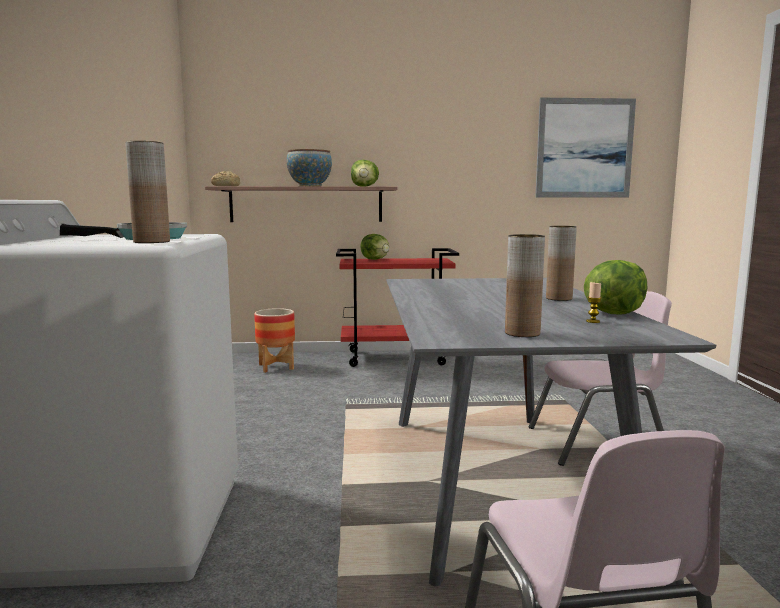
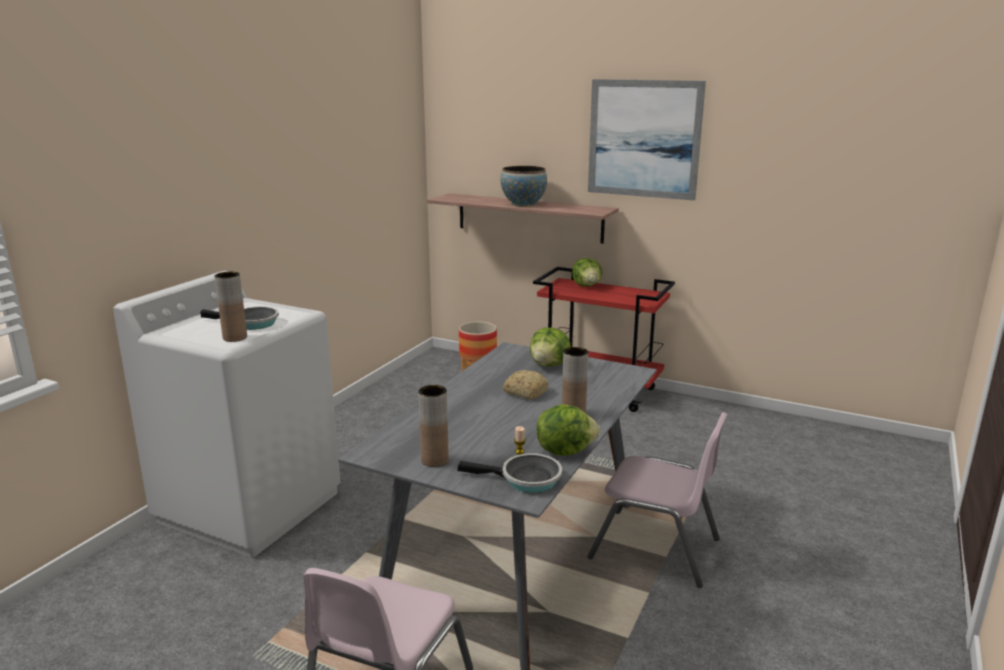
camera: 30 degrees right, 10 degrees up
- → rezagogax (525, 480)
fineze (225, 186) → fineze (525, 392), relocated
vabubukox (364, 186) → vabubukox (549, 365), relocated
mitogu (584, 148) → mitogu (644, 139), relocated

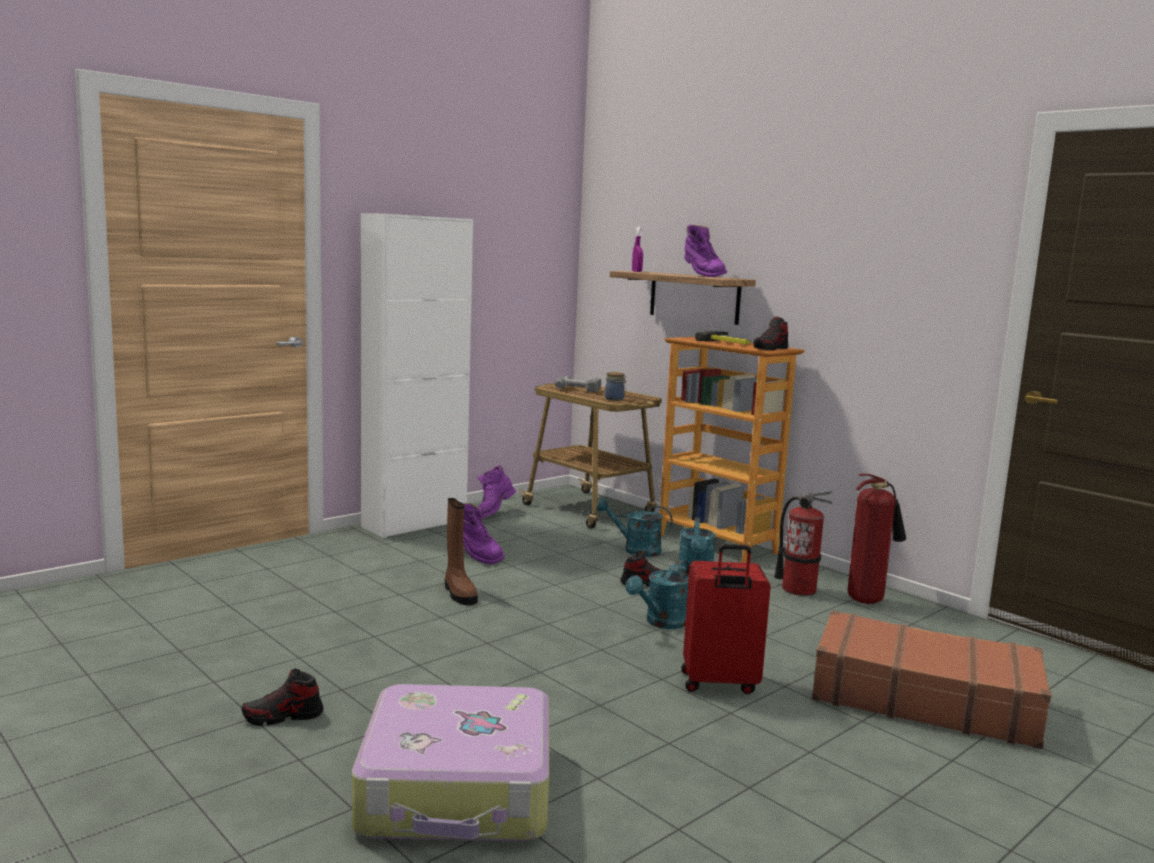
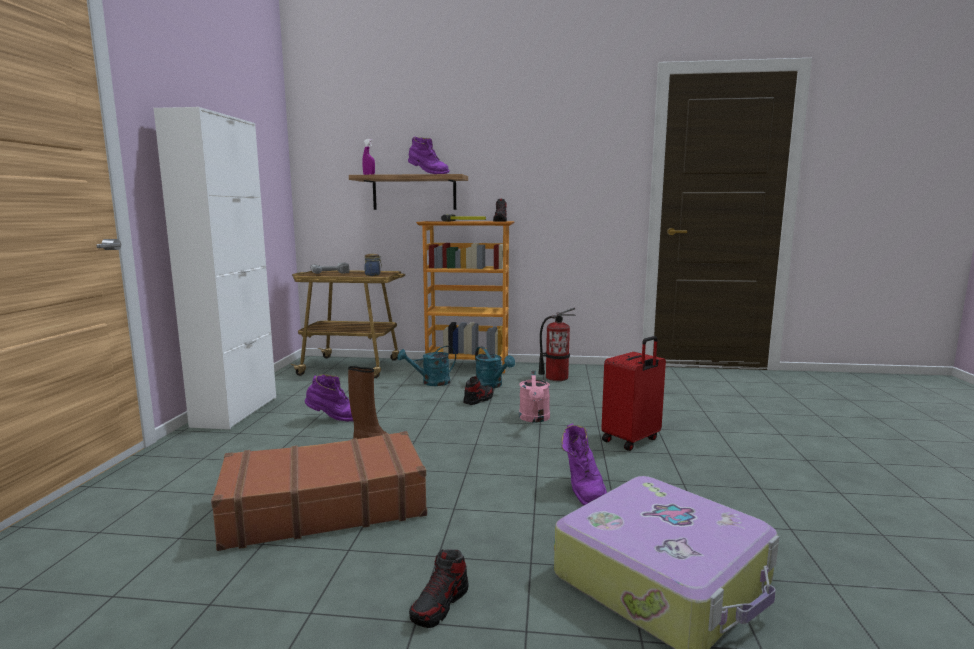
camera: 40 degrees left, 0 degrees up
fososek (868, 600) → -
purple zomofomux (493, 514) → purple zomofomux (583, 491), relocated
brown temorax (923, 699) → brown temorax (324, 506), relocated
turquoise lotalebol (662, 623) → pink lotalebol (535, 419)

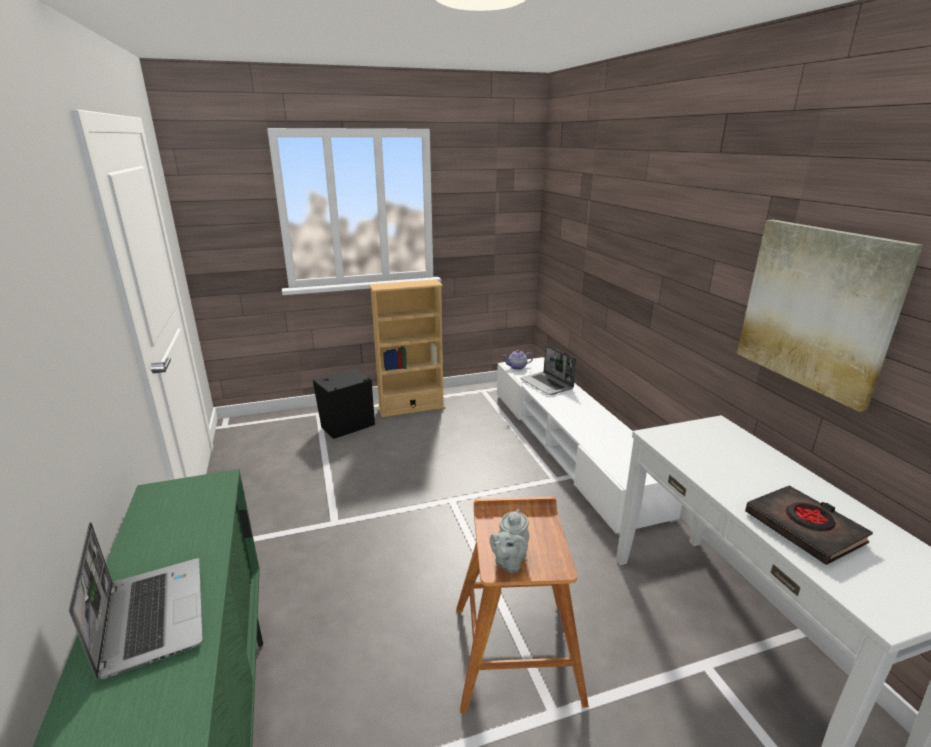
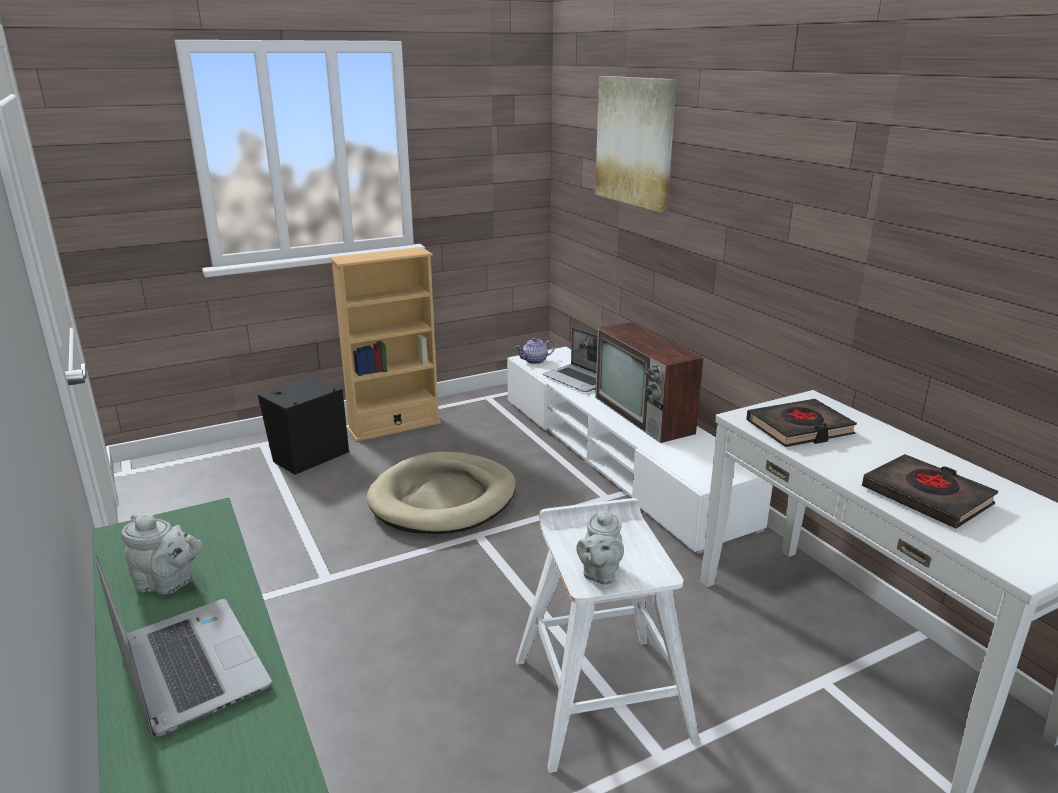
camera: 10 degrees left, 0 degrees up
- → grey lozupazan (168, 583)
- → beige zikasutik (443, 498)
- → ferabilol (645, 415)
- → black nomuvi (799, 429)
mitogu (817, 308) → mitogu (635, 141), relocated
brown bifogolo (516, 651) → white bifogolo (601, 697)

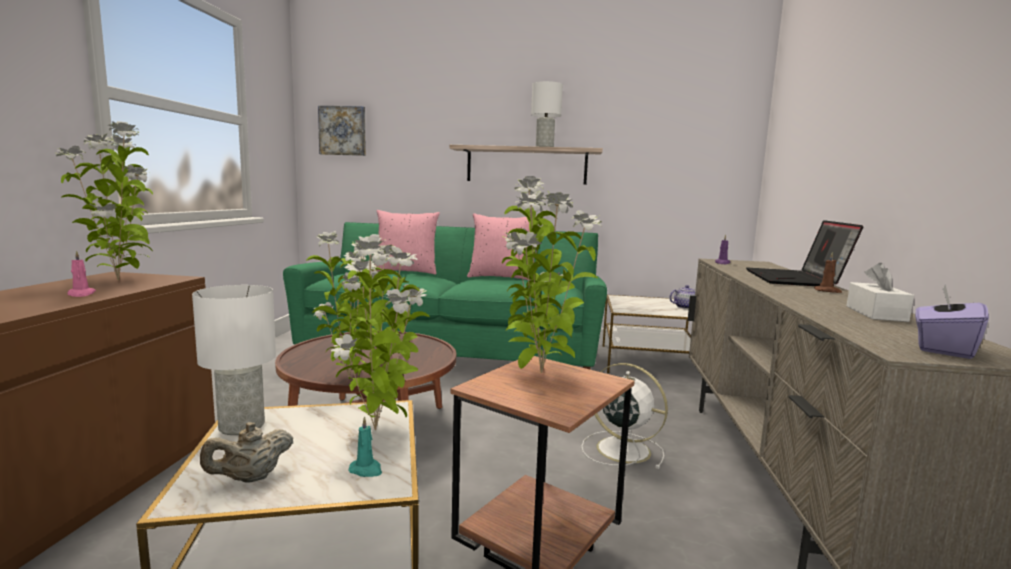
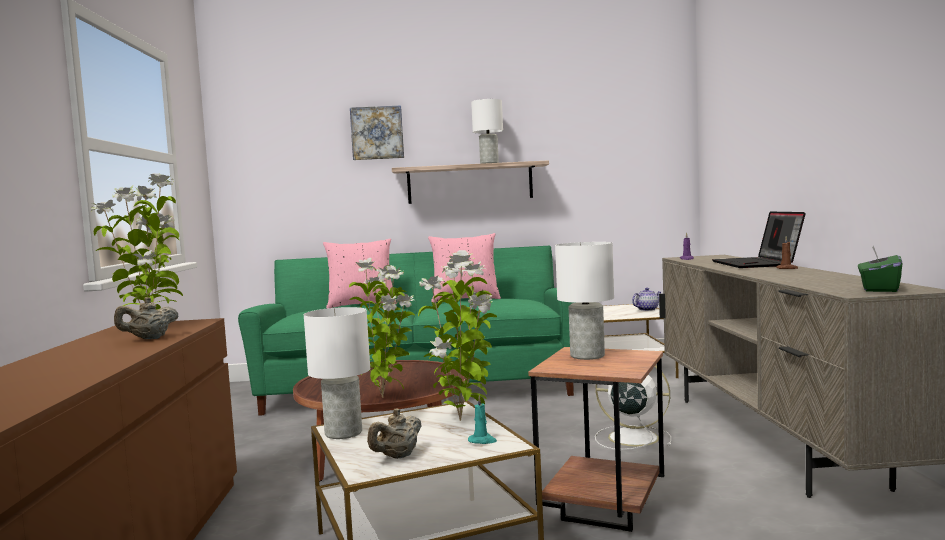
camera: 10 degrees left, 5 degrees down
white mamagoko (876, 313) → -
mitogu (343, 131) → mitogu (377, 133), relocated
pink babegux (81, 294) → beige lozupazan (149, 339)
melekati (539, 373) → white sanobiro (586, 355)
purple mamagoko (943, 348) → green mamagoko (879, 289)

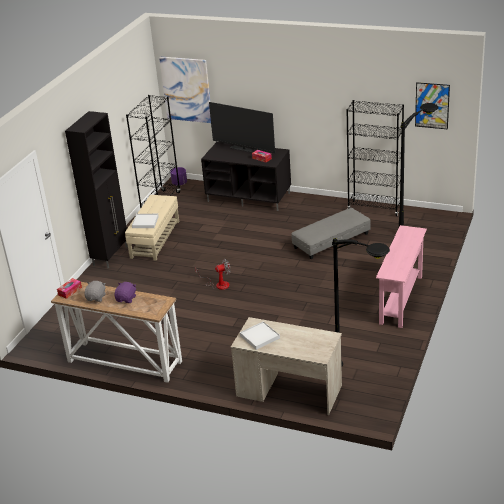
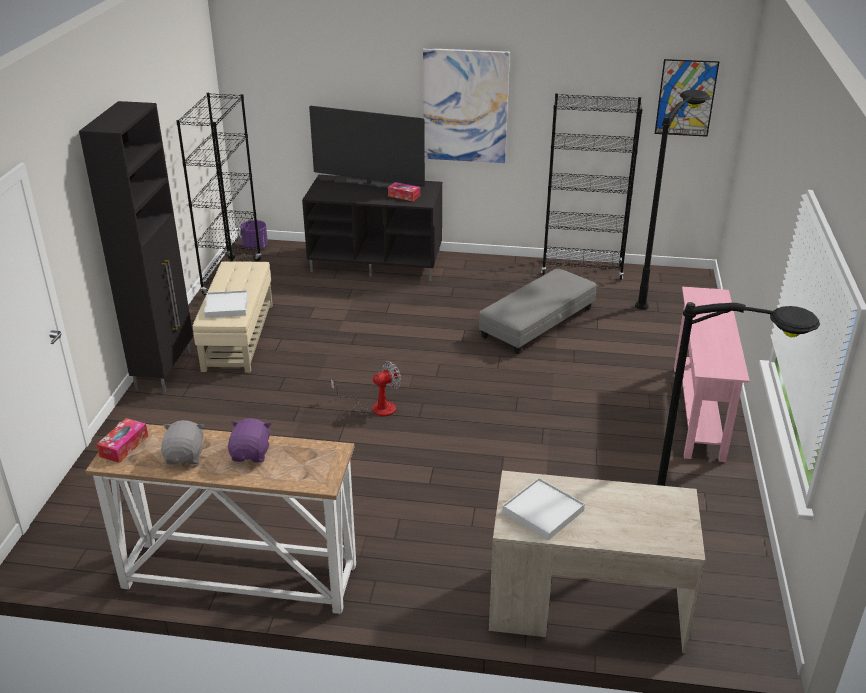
camera: 15 degrees left, 0 degrees up
mitogu (186, 89) → mitogu (465, 106), relocated

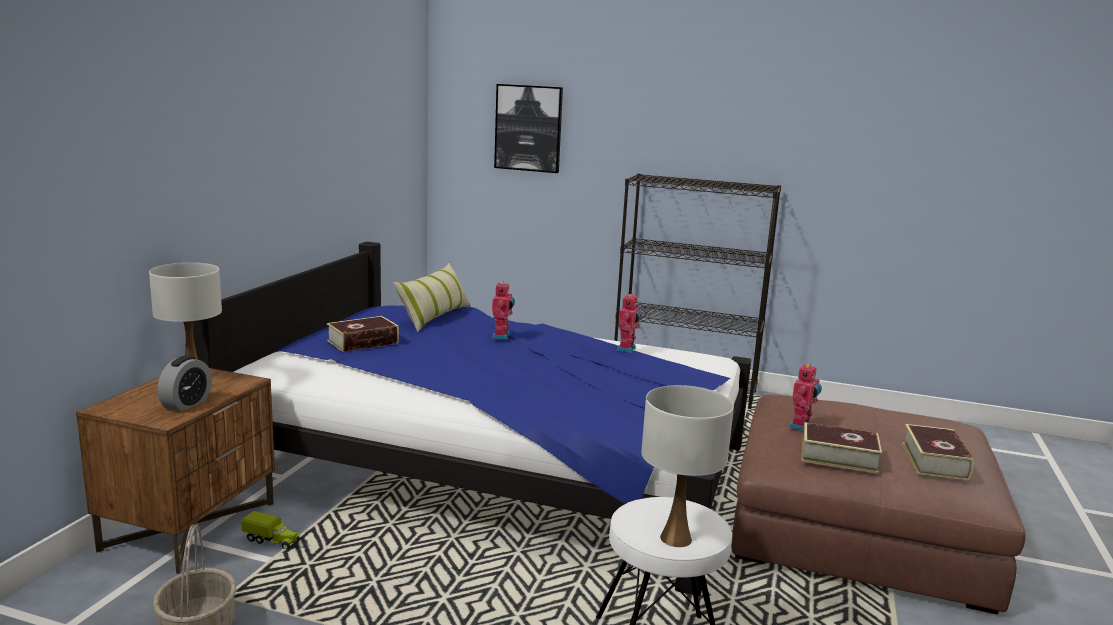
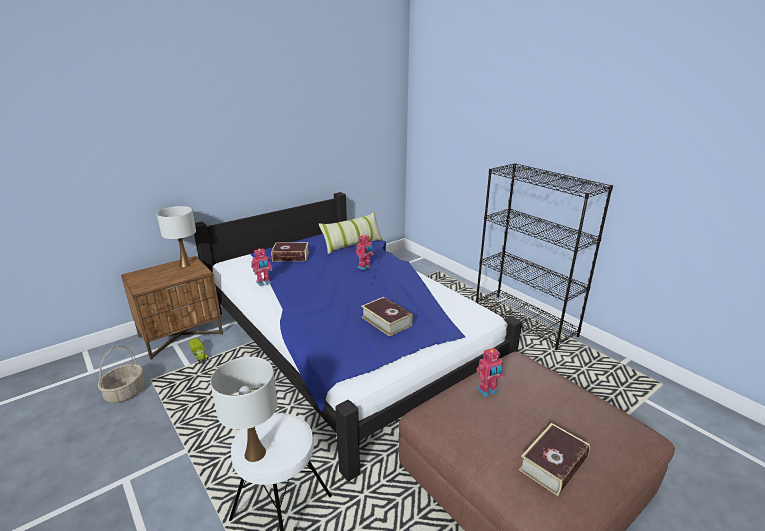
camera: 35 degrees right, 10 degrees up
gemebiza (186, 404) → -
mitogu (528, 128) → -
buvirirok (627, 349) → buvirirok (263, 283), relocated
nomuvi (838, 457) → nomuvi (386, 321), relocated

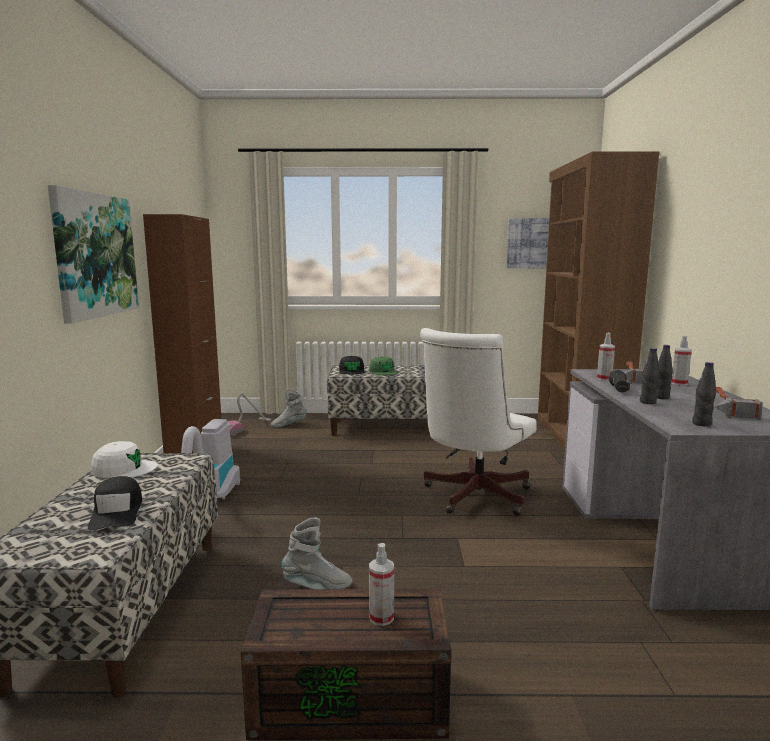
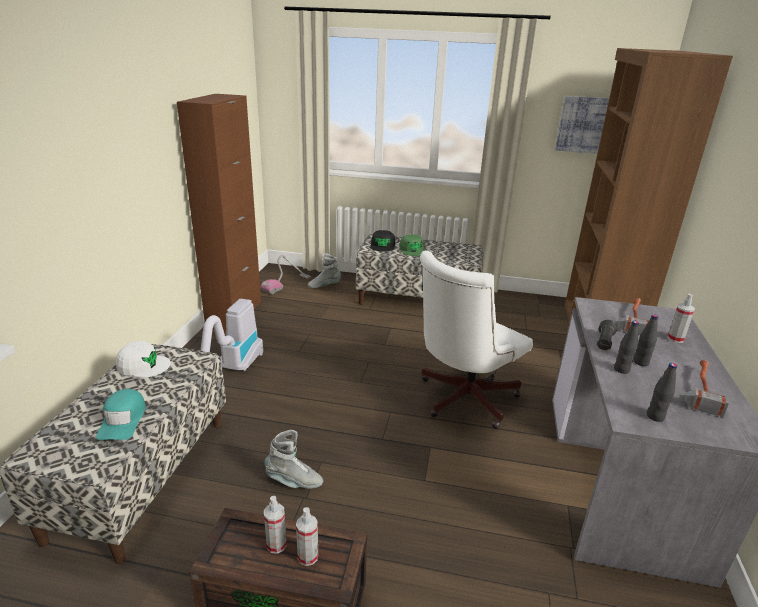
camera: 10 degrees right, 15 degrees up
mitogu (95, 255) → -
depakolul (604, 379) → depakolul (276, 545), relocated
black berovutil (117, 512) → turquoise berovutil (123, 420)

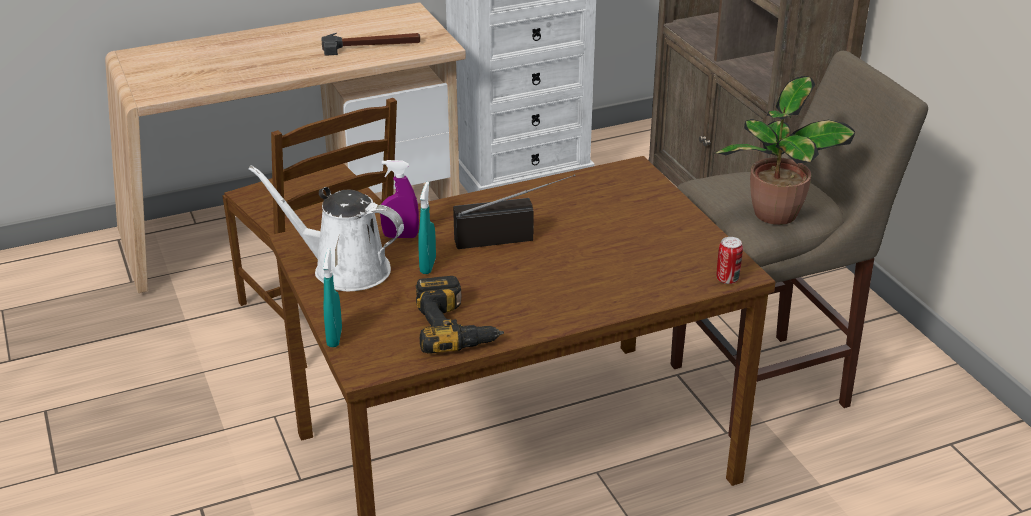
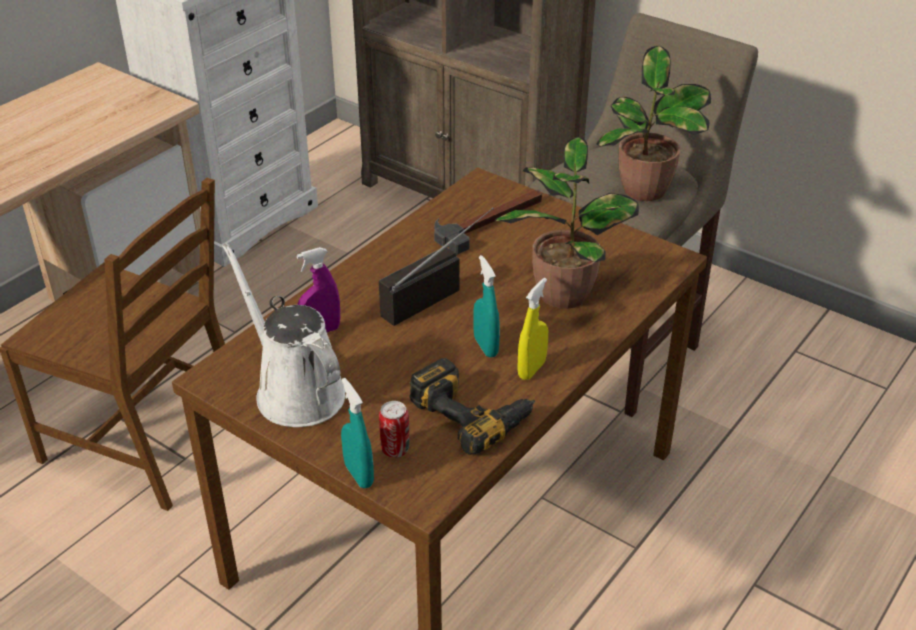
camera: 30 degrees left, 5 degrees up
- → melekati (563, 291)
- → yellow depakolul (531, 369)
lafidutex (371, 45) → lafidutex (489, 222), relocated
turquoise depakolul (428, 266) → turquoise depakolul (485, 347), relocated
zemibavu (727, 279) → zemibavu (395, 449), relocated
white lotalebol (344, 269) → white lotalebol (295, 390), 60 degrees clockwise

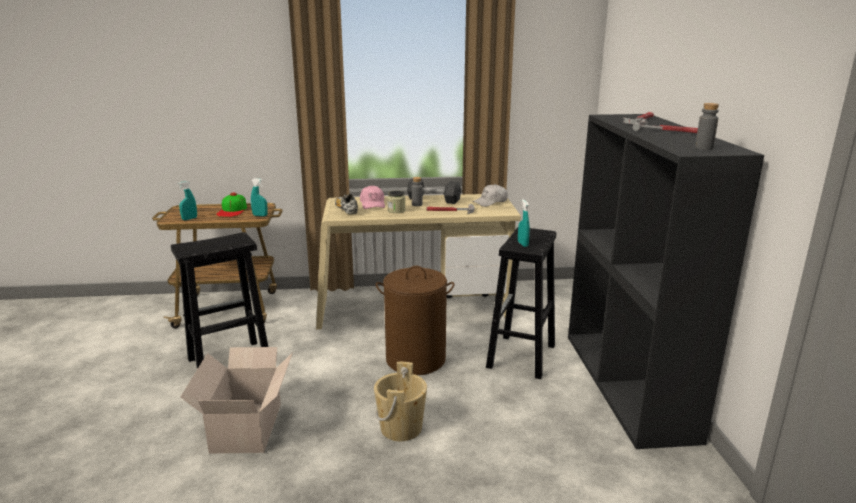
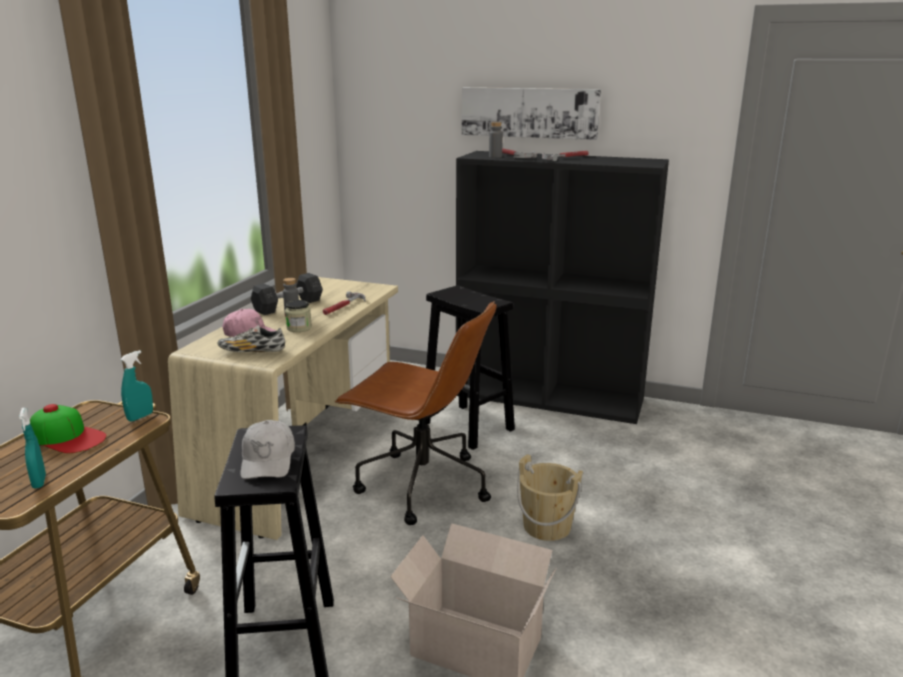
camera: 65 degrees left, 0 degrees up
turquoise depakolul (522, 244) → -
- → mitogu (529, 112)
white berovutil (490, 202) → white berovutil (268, 460), relocated
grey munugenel (704, 148) → grey munugenel (495, 157), relocated
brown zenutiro (415, 359) → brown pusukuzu (420, 485)

